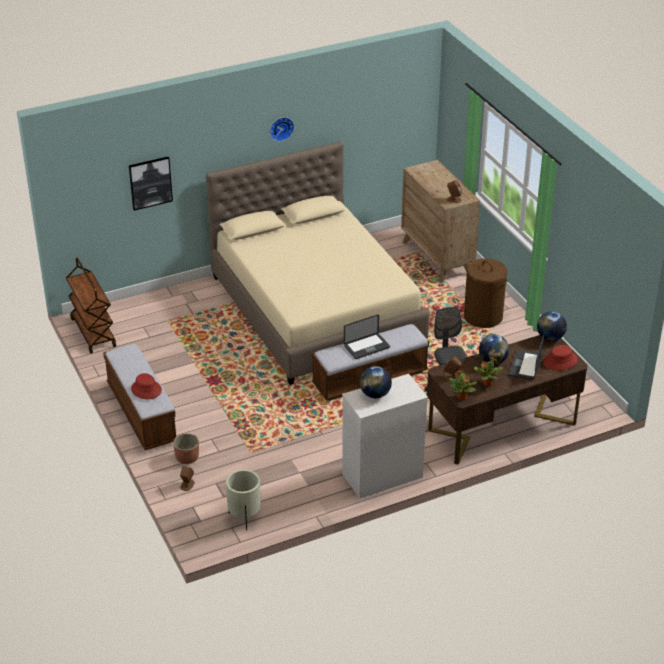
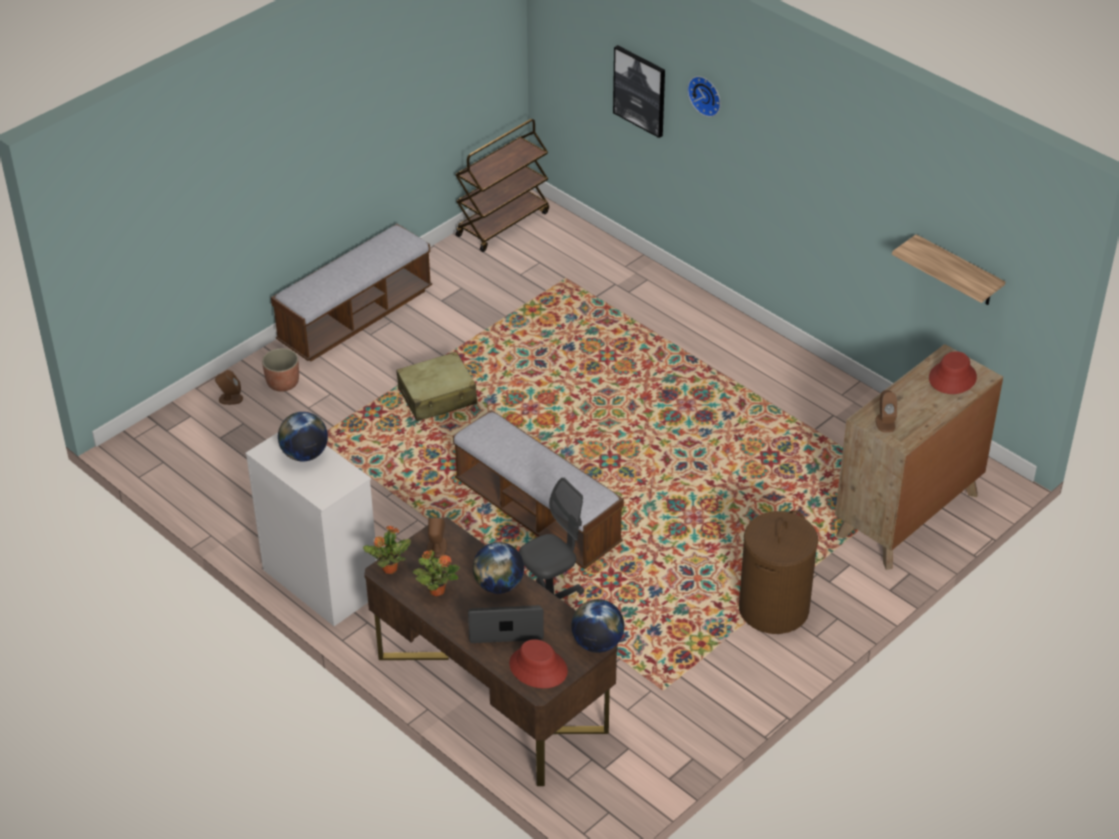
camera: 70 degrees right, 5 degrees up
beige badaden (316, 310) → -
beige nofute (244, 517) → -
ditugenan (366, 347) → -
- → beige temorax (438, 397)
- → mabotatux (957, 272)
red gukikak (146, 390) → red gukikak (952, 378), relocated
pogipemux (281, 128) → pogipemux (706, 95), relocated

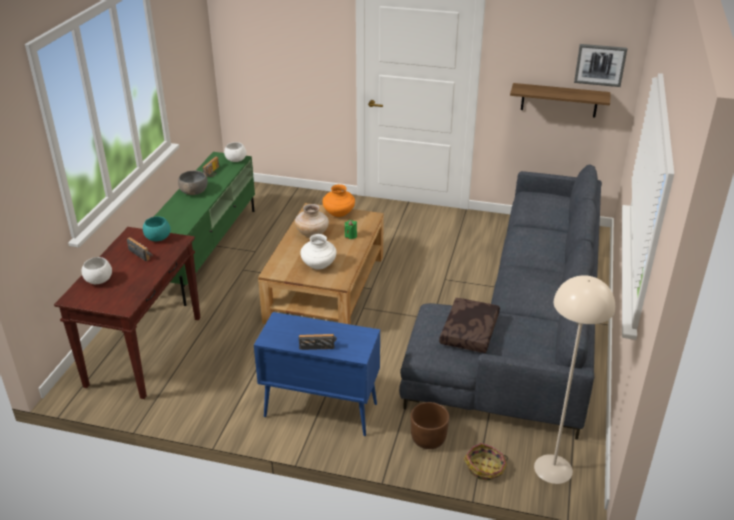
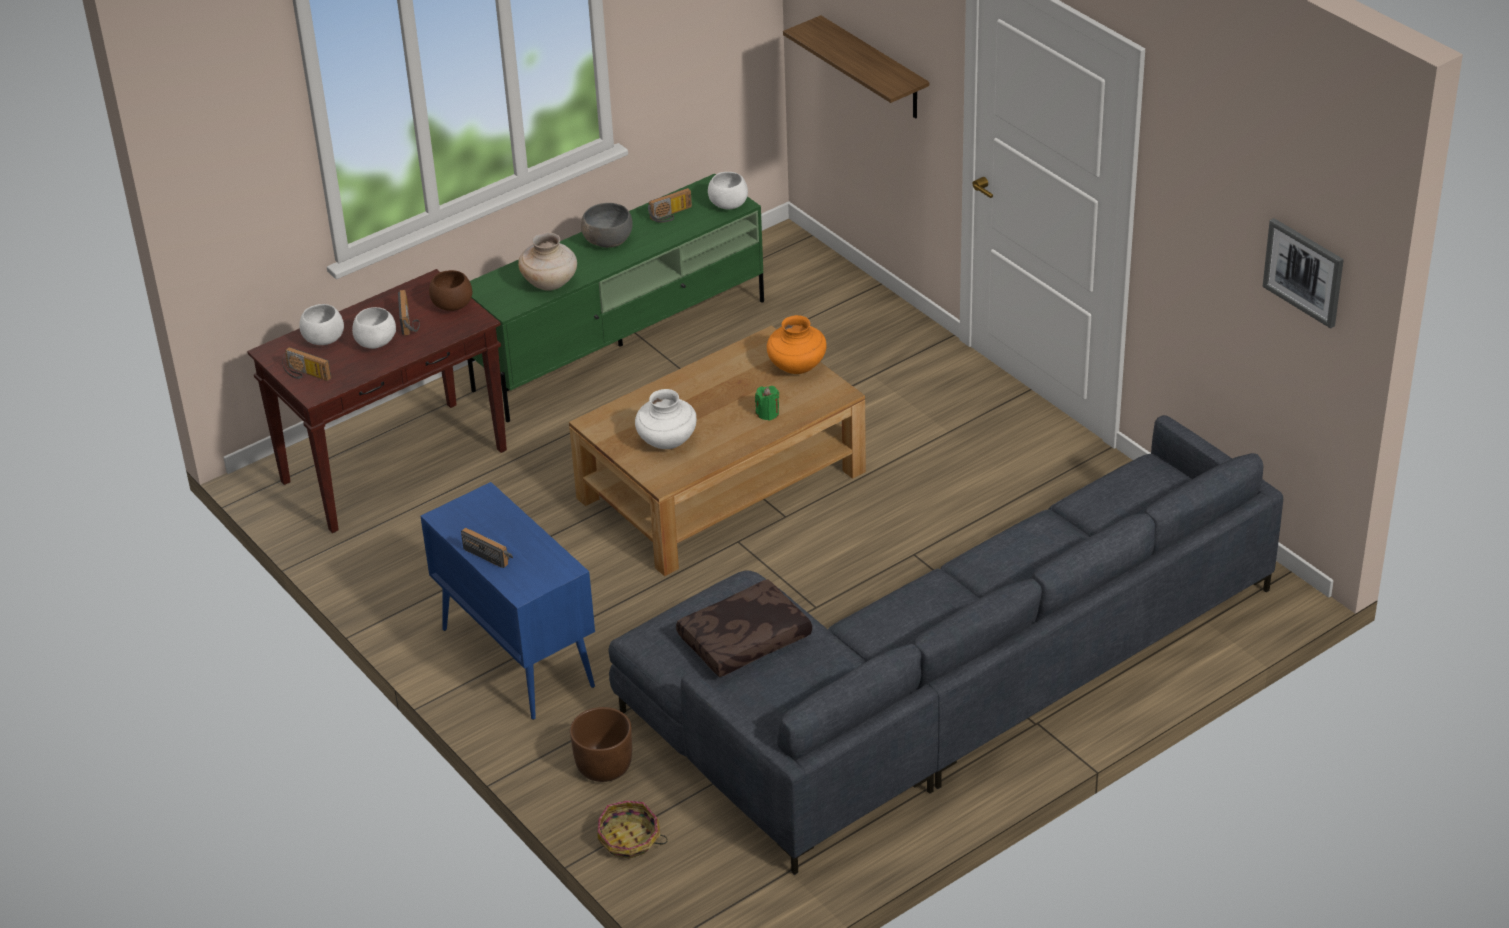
camera: 40 degrees right, 5 degrees up
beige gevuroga (553, 469) → -
- → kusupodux (305, 375)
- → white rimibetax (376, 343)
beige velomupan (312, 234) → beige velomupan (550, 283), relocated
mabotatux (559, 100) → mabotatux (874, 69), relocated
turquoise rimibetax (158, 238) → brown rimibetax (452, 305)

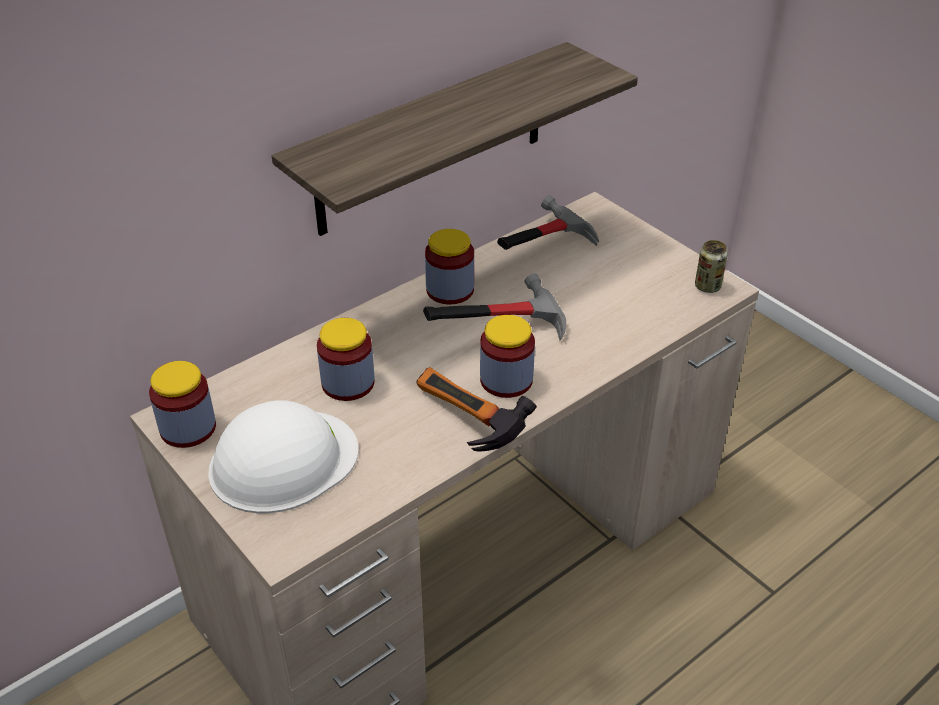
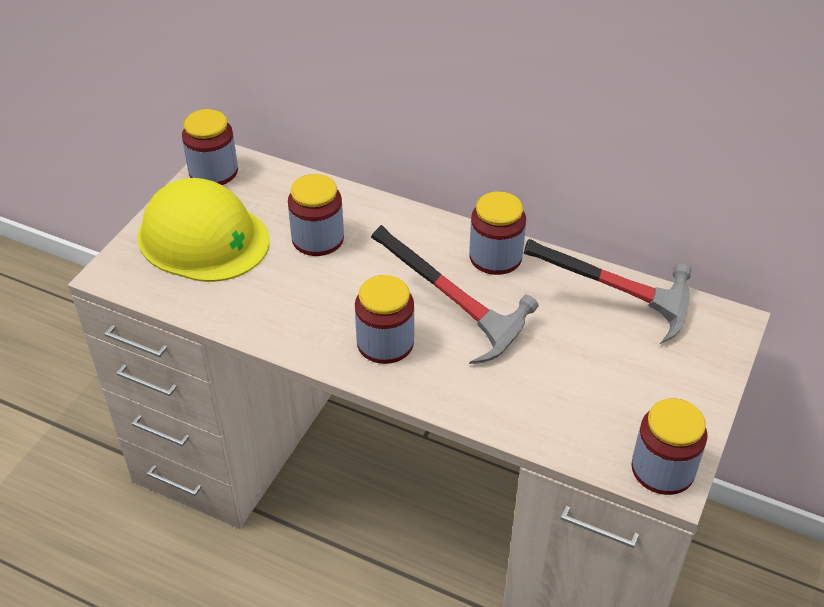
camera: 65 degrees right, 5 degrees up
mabotatux (432, 140) → -
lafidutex (463, 425) → -
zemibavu (707, 286) → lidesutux (663, 469)
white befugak (282, 461) → yellow befugak (202, 237)

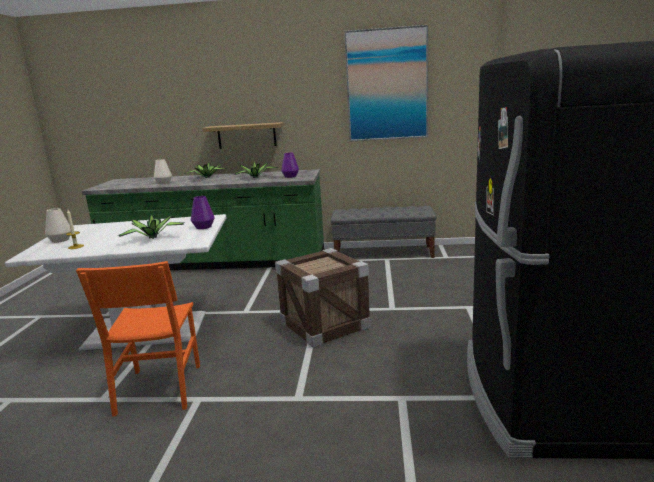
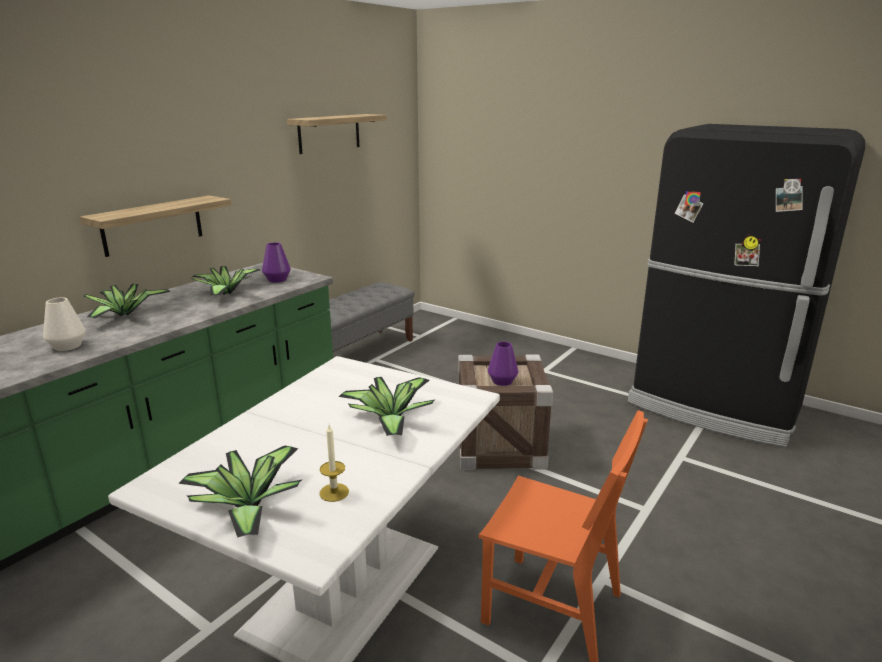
camera: 60 degrees left, 5 degrees up
purple velomupan (203, 227) → purple velomupan (502, 381), relocated
white velomupan (60, 240) → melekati (247, 507)
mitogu (387, 85) → mabotatux (329, 133)

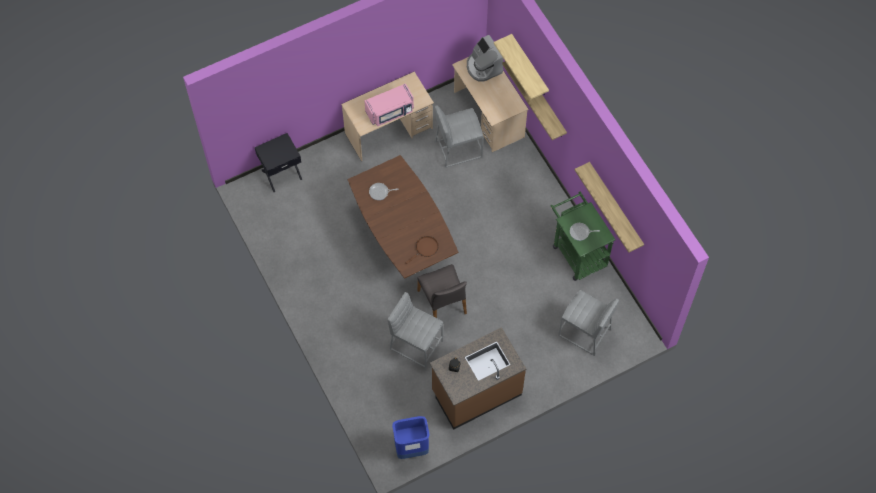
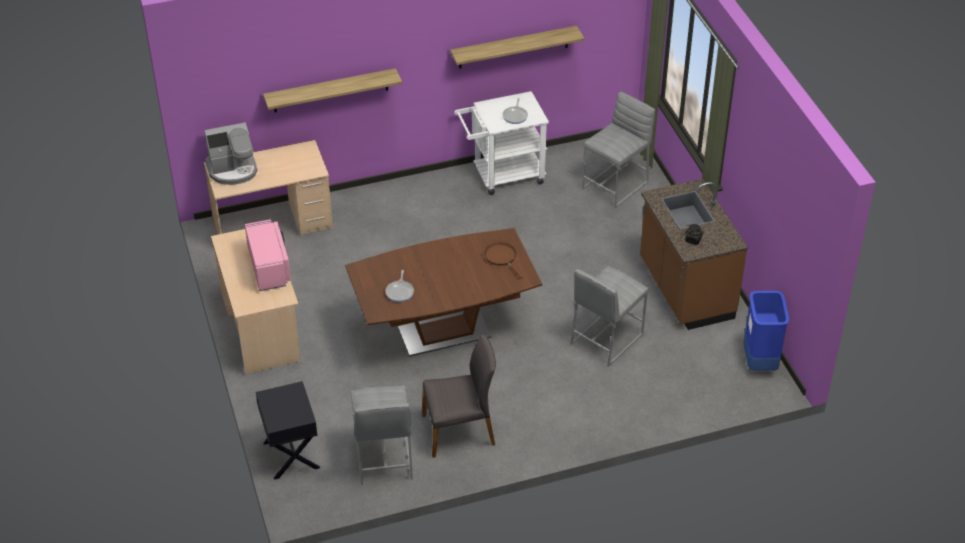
camera: 80 degrees left, 20 degrees down
mabotatux (529, 66) → -
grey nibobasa (443, 302) → grey nibobasa (459, 430), relocated
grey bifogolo (458, 149) → grey bifogolo (383, 458), relocated
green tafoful (577, 251) → white tafoful (502, 175)

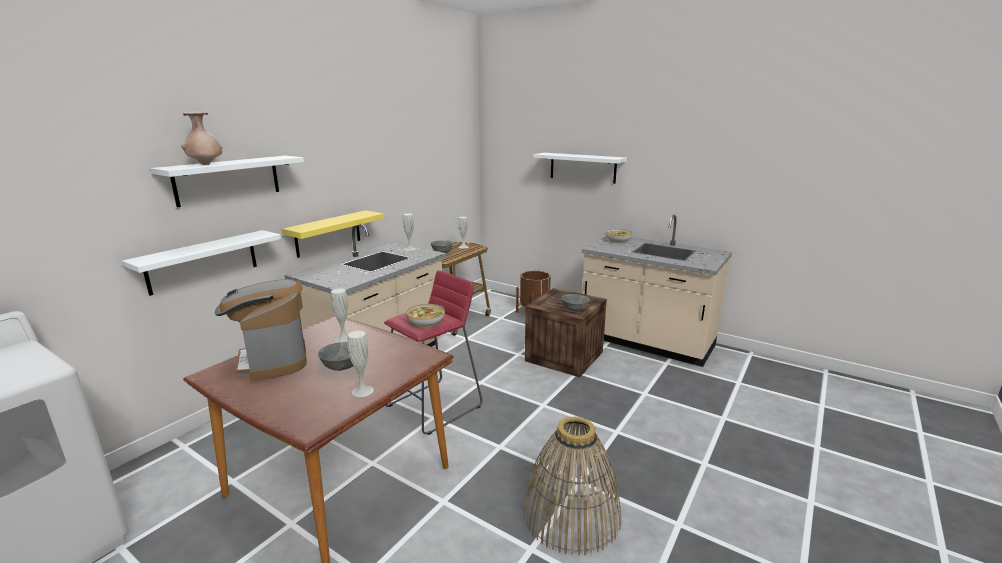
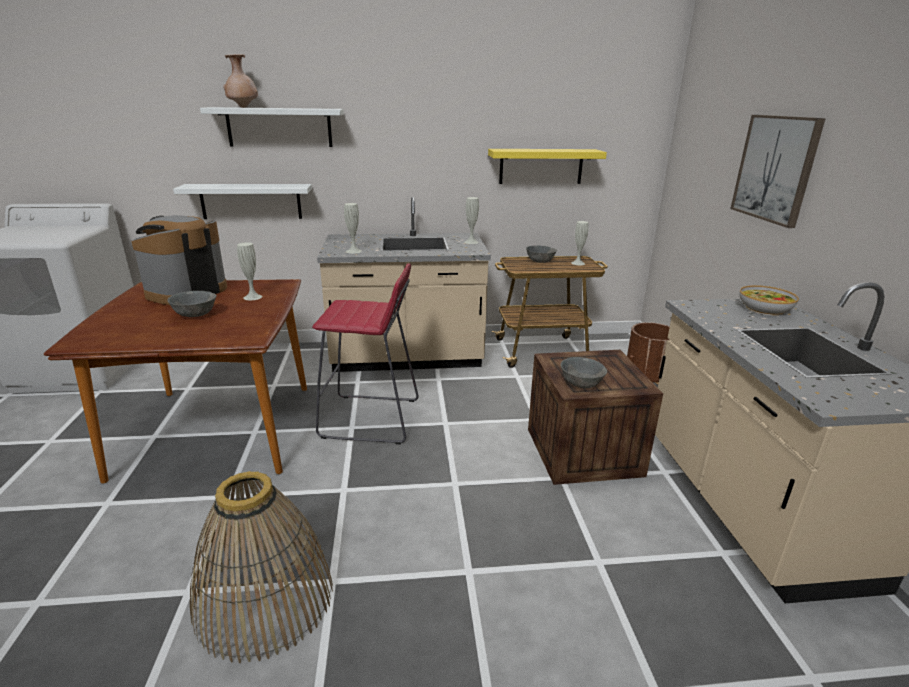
camera: 50 degrees right, 5 degrees up
rimibetax (426, 322) → -
yellow mabotatux (328, 233) → yellow mabotatux (541, 166), relocated
white velomupan (362, 391) → white velomupan (353, 251), relocated
white mabotatux (582, 167) → mitogu (775, 168)

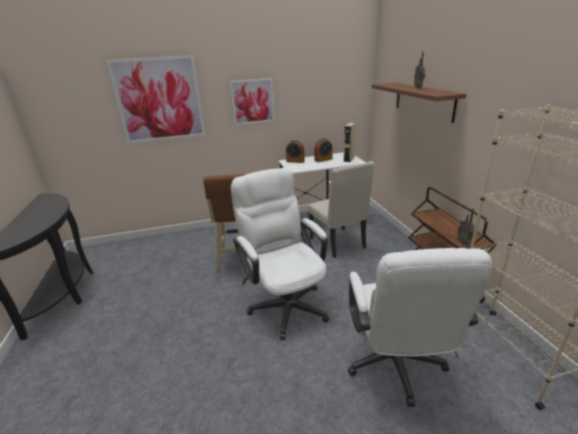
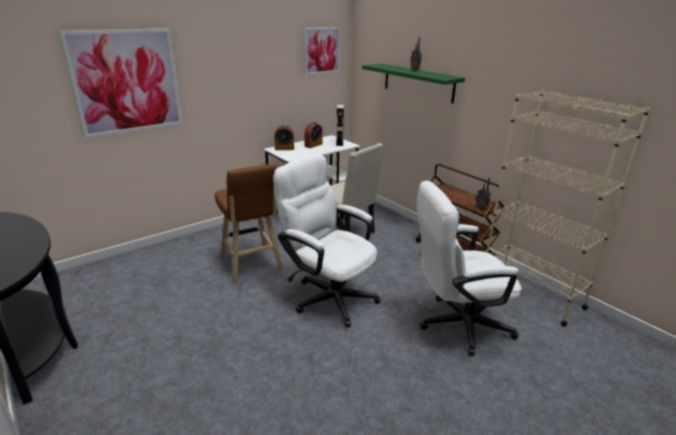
camera: 25 degrees left, 0 degrees up
mitogu (252, 101) → mitogu (322, 50), relocated
brown mabotatux (423, 101) → green mabotatux (418, 82)
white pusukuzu (396, 368) → white pusukuzu (456, 325), 105 degrees clockwise

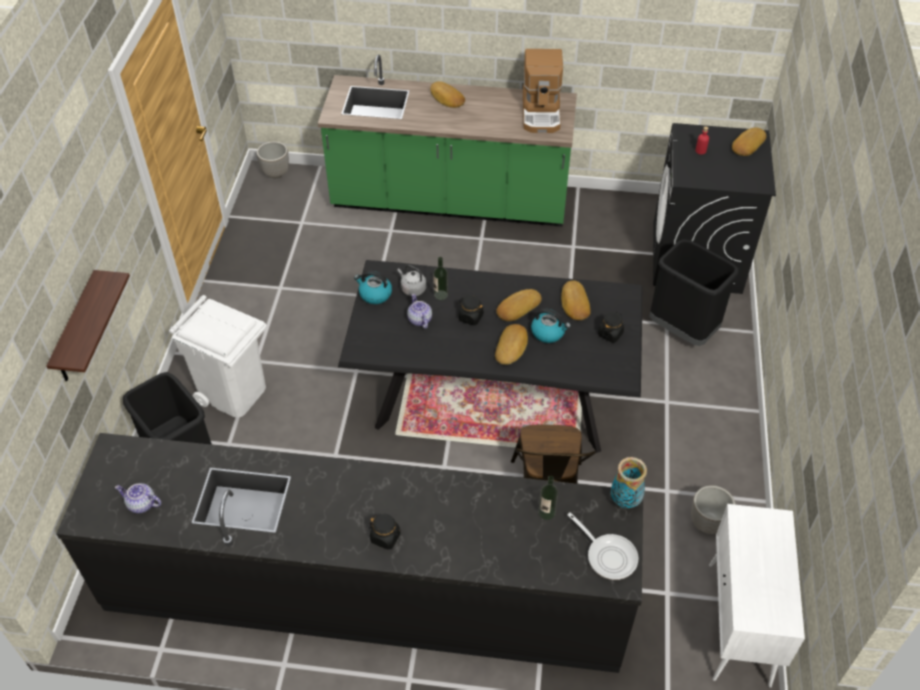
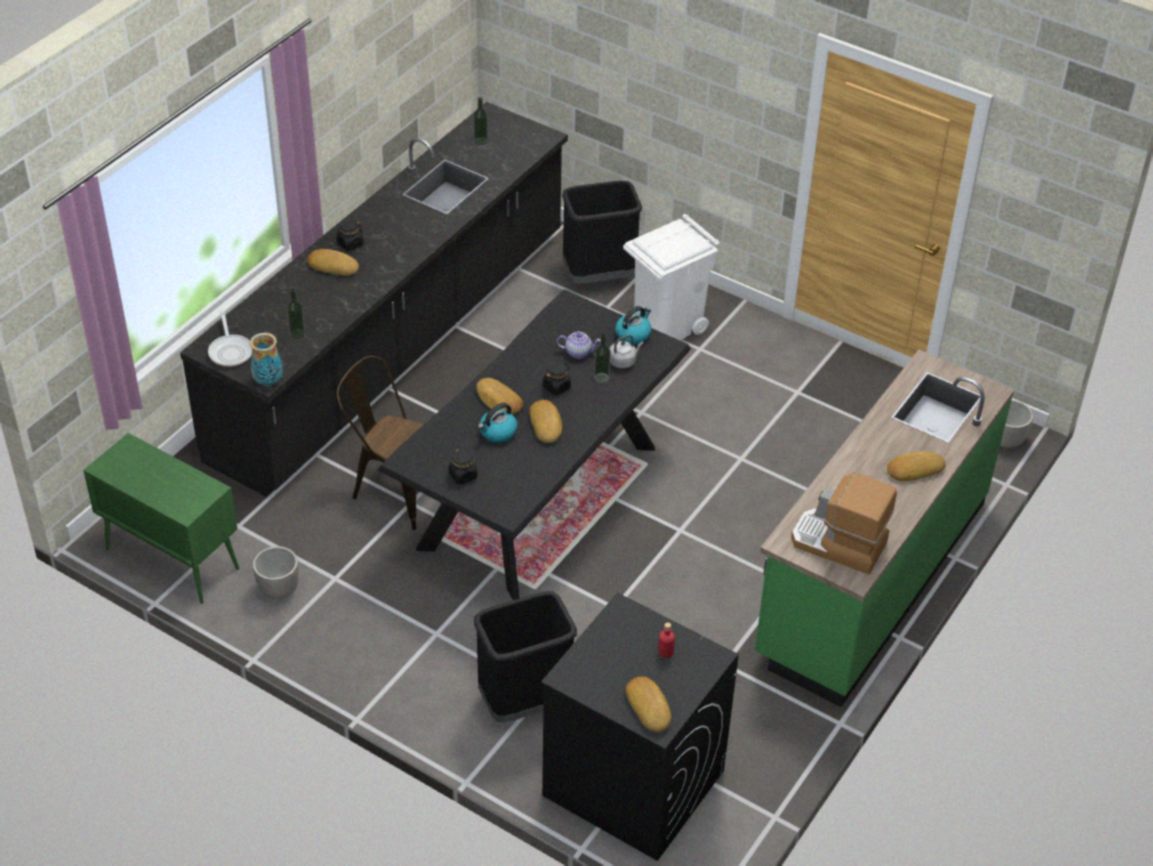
camera: 115 degrees right, 5 degrees down
mabotatux (77, 330) → -
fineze (574, 303) → fineze (333, 265), relocated
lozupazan (141, 504) → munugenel (480, 140)
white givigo (739, 625) → green givigo (171, 558)
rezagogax (608, 555) → rezagogax (230, 351), 90 degrees counterclockwise

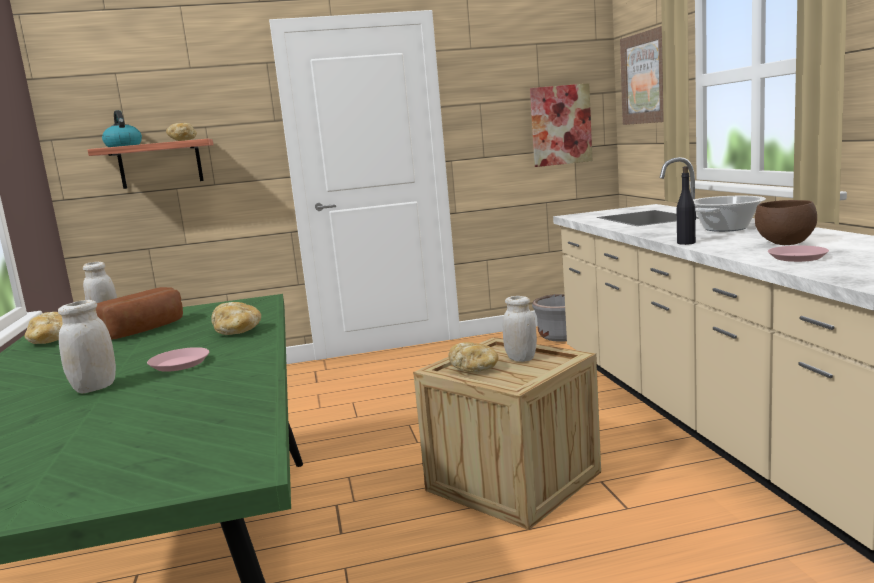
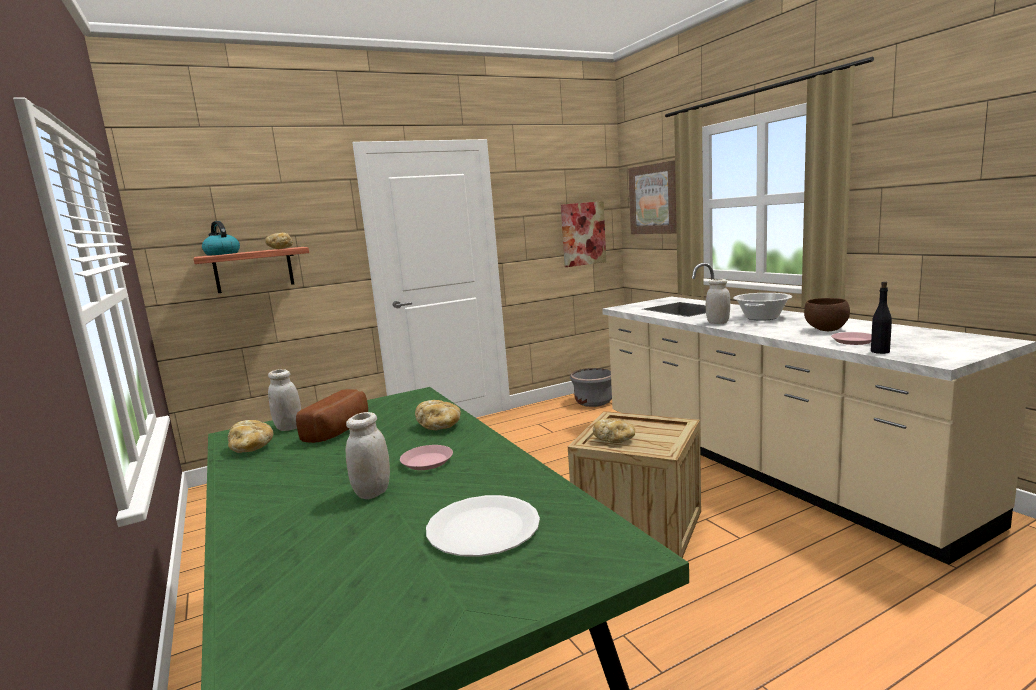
camera: 15 degrees left, 0 degrees up
- → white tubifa (483, 528)
white lidesutux (521, 358) → white lidesutux (718, 323), relocated
black munugenel (686, 243) → black munugenel (880, 351), relocated

